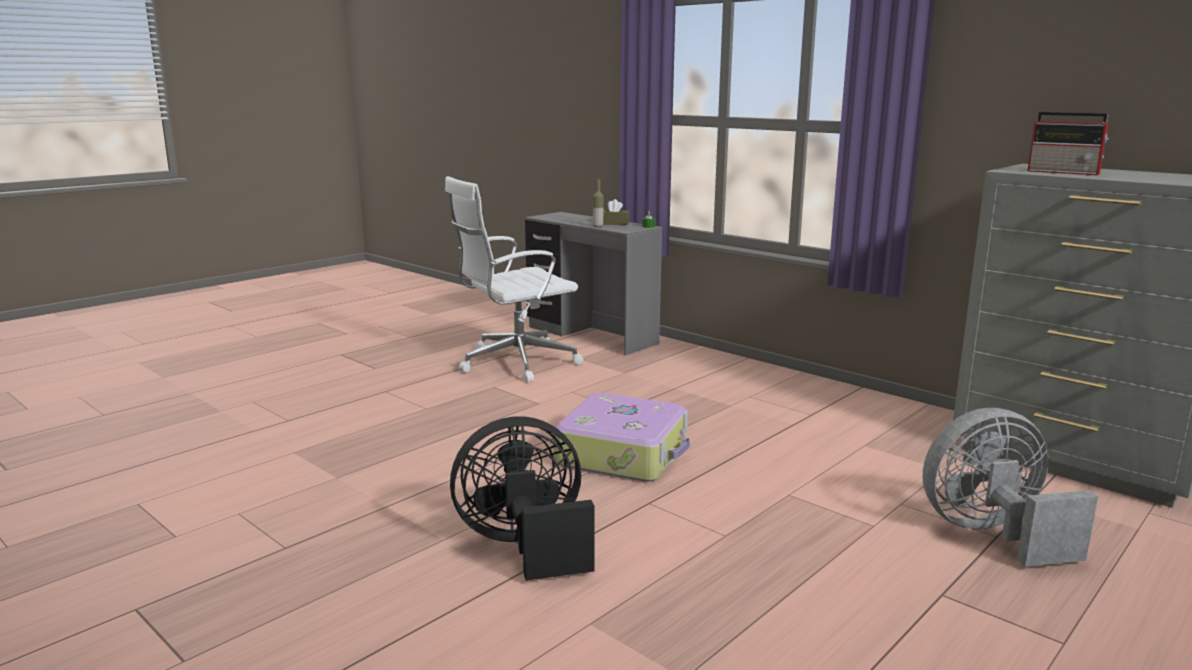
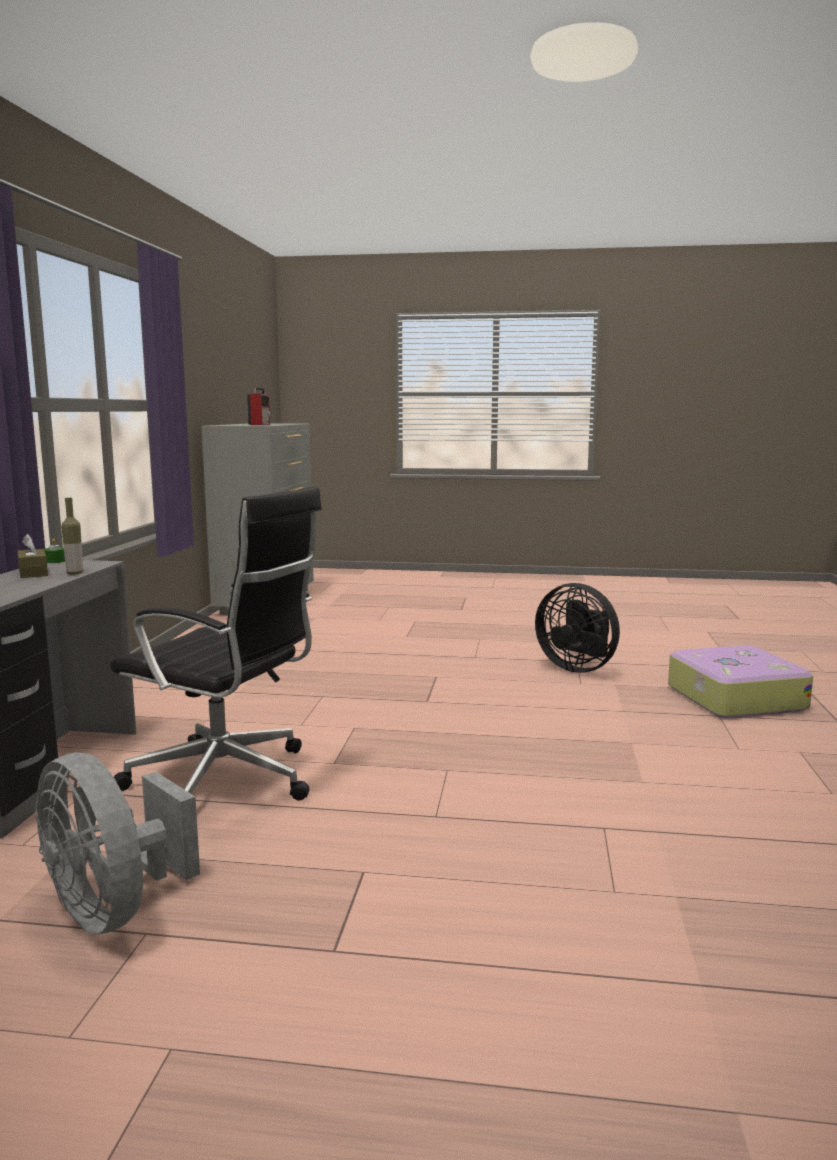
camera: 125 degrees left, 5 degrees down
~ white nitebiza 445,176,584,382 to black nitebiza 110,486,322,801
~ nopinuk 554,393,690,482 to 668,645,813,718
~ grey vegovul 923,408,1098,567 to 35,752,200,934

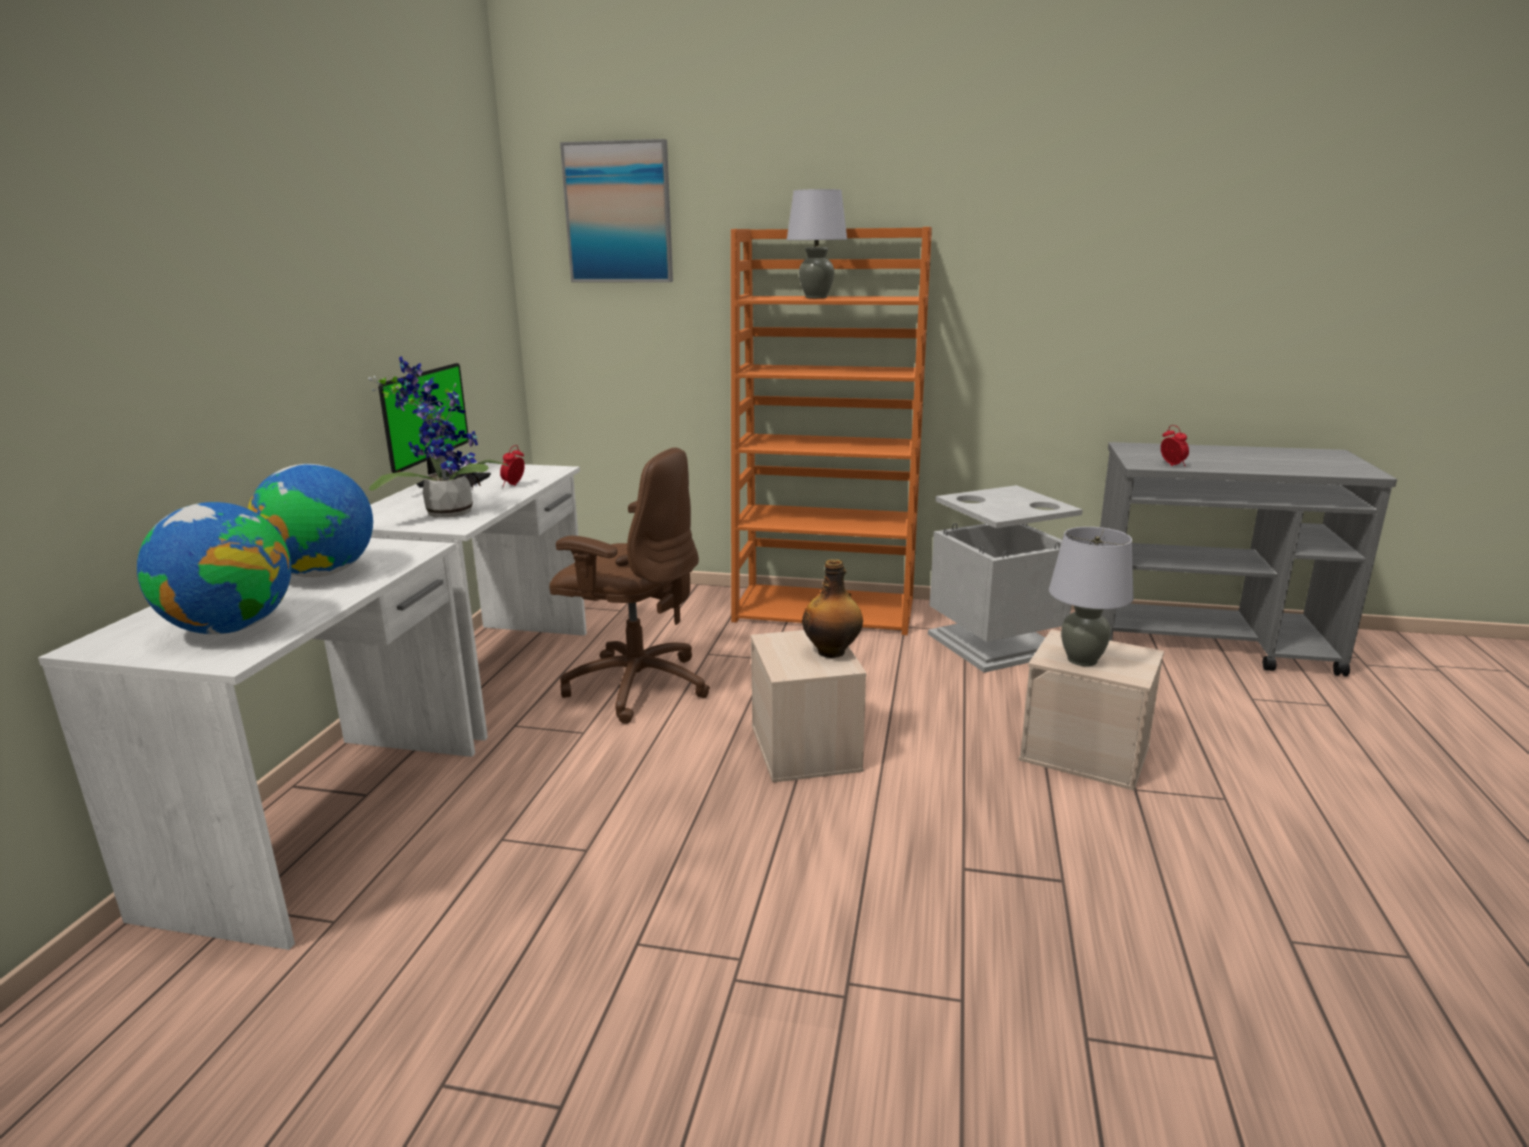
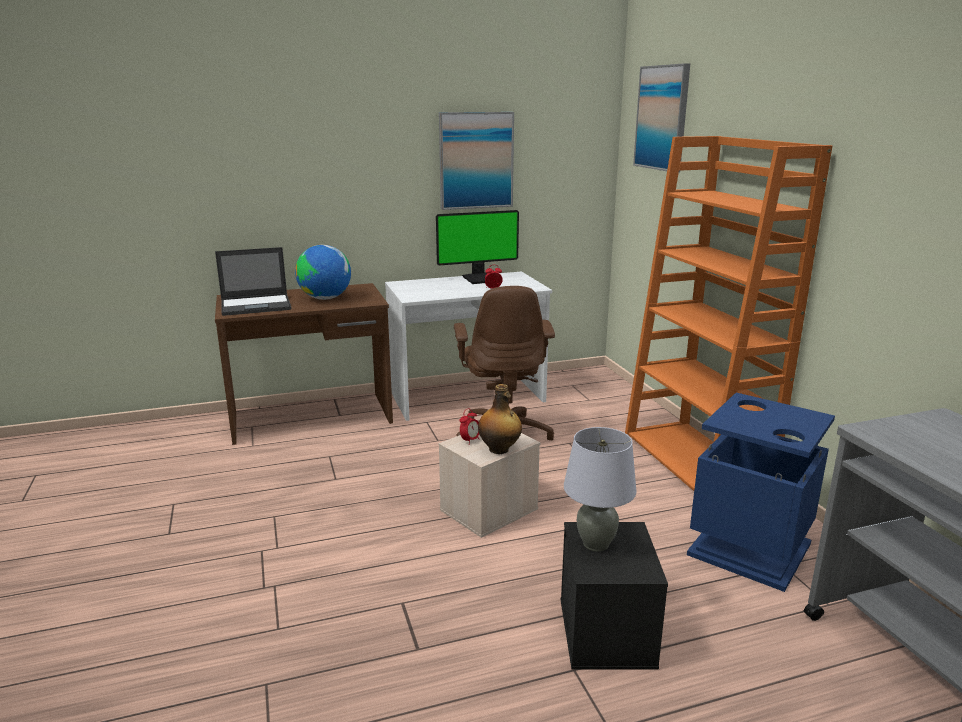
camera: 60 degrees right, 0 degrees up
~ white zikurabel 38,538,475,950 to brown zikurabel 215,283,393,445
~ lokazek 137,502,291,634 to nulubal 215,247,291,316
- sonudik 368,356,508,518
- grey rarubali 787,189,847,298
~ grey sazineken 928,485,1083,673 to blue sazineken 687,393,835,592
~ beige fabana 1019,629,1164,791 to black fabana 561,522,668,669
~ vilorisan 1161,425,1189,466 to 460,409,479,445
+ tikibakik 439,112,514,210

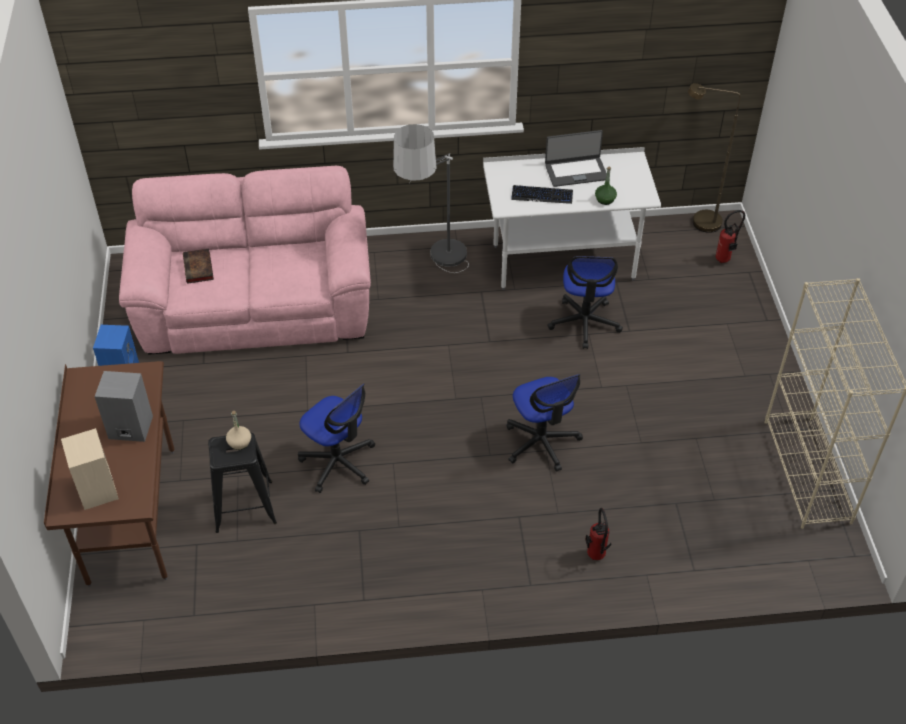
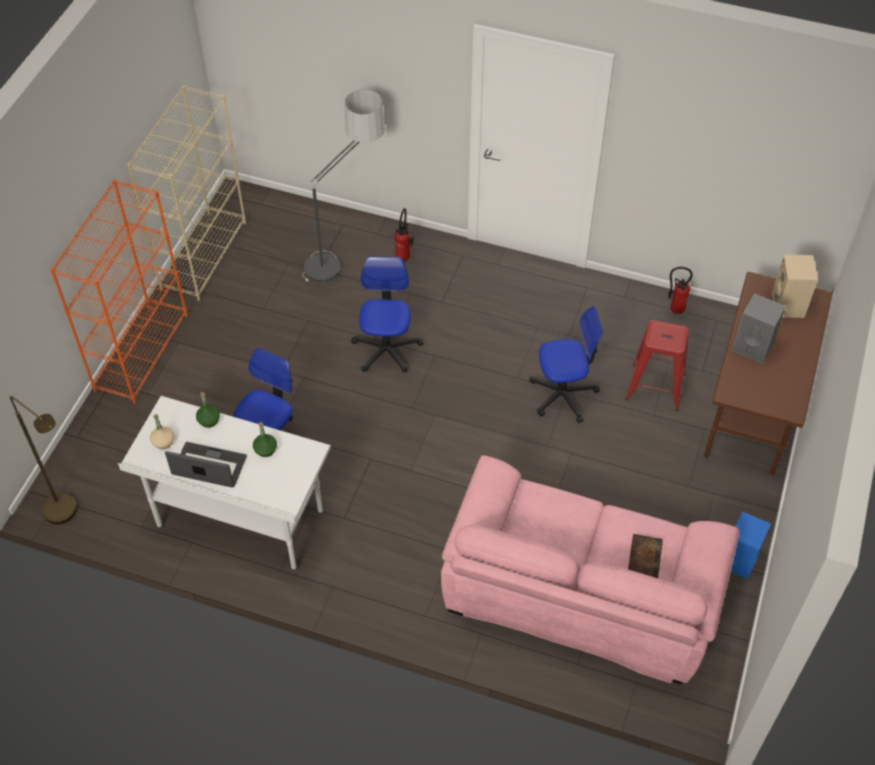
camera: 155 degrees left, 5 degrees up
~ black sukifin 208,432,277,533 to red sukifin 626,320,689,411
~ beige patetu 226,411,251,450 to 150,414,174,449
~ nitebiza 298,384,375,493 = 529,306,603,423 105 degrees clockwise
~ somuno 393,124,469,273 to 303,89,386,283
~ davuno 511,185,573,204 to green patetu 253,422,277,457
~ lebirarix 715,210,745,263 to 668,267,693,314
+ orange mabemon 50,180,188,404

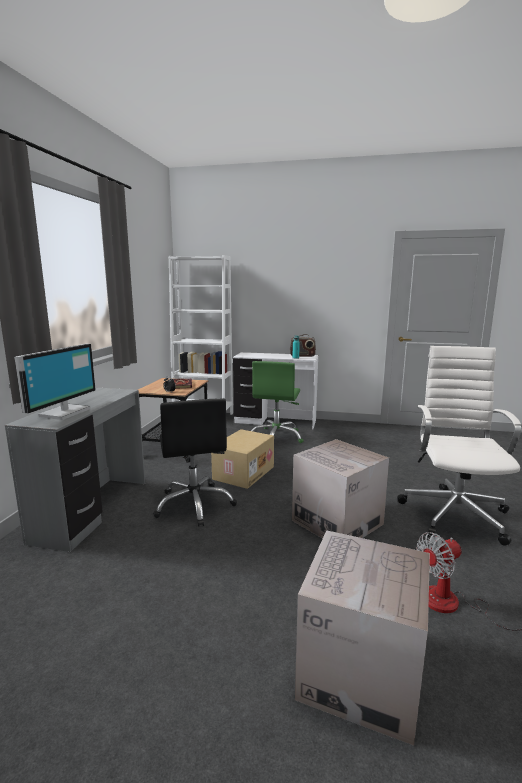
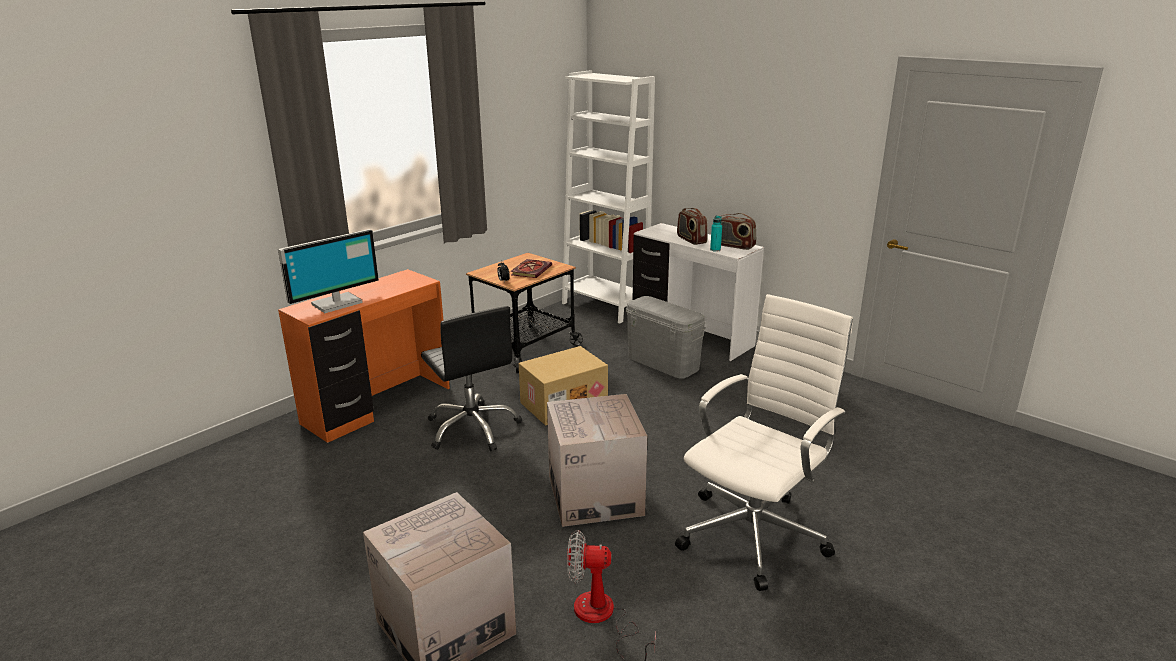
camera: 30 degrees right, 10 degrees up
~ grey zikurabel 5,388,145,552 to orange zikurabel 278,269,450,443
~ black nitebiza 153,398,237,527 = 421,306,522,451 45 degrees counterclockwise
~ green nitebiza 251,361,304,443 to grey fabana 626,296,706,378
+ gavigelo 677,208,708,245

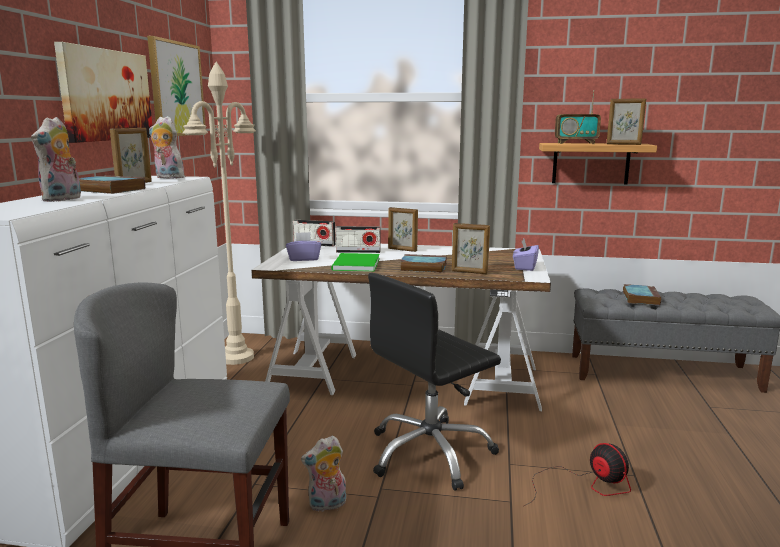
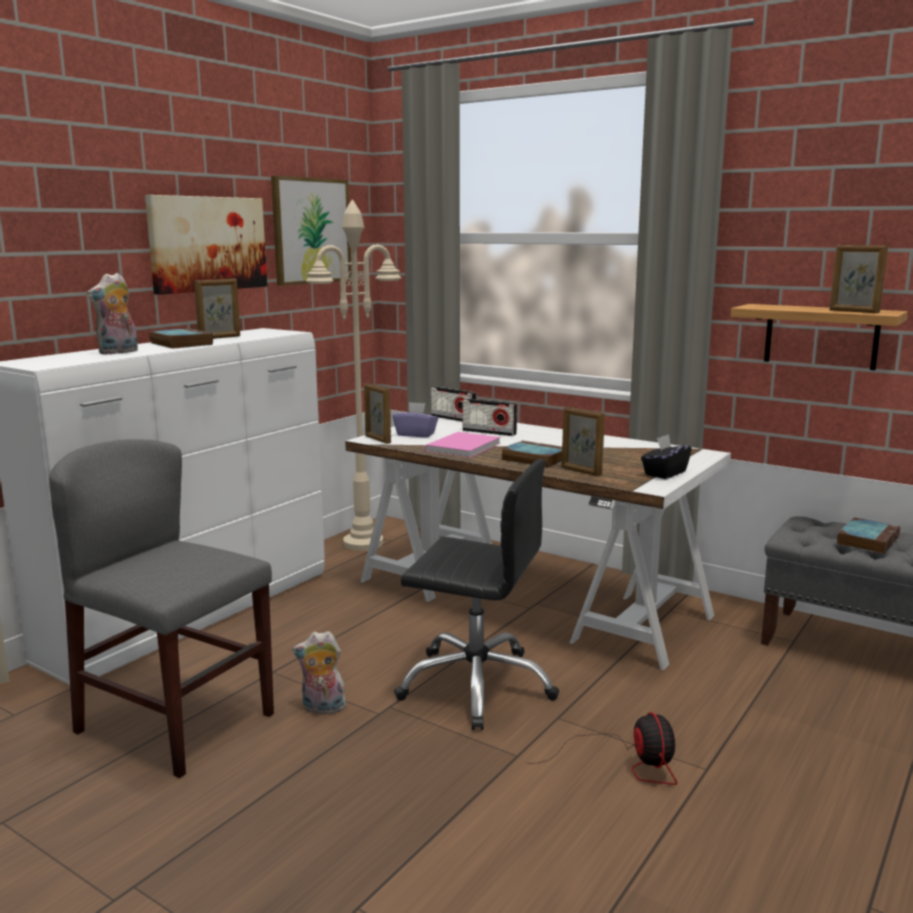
camera: 25 degrees right, 0 degrees up
- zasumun 149,116,185,179
~ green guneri 331,253,380,272 to pink guneri 425,432,500,458
~ black nitebiza 368,273,501,491 = 394,459,559,730 150 degrees counterclockwise
~ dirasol 388,207,418,252 to 364,383,391,444
~ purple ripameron 513,239,539,271 to black ripameron 641,434,692,479
- gavigelo 555,90,601,144

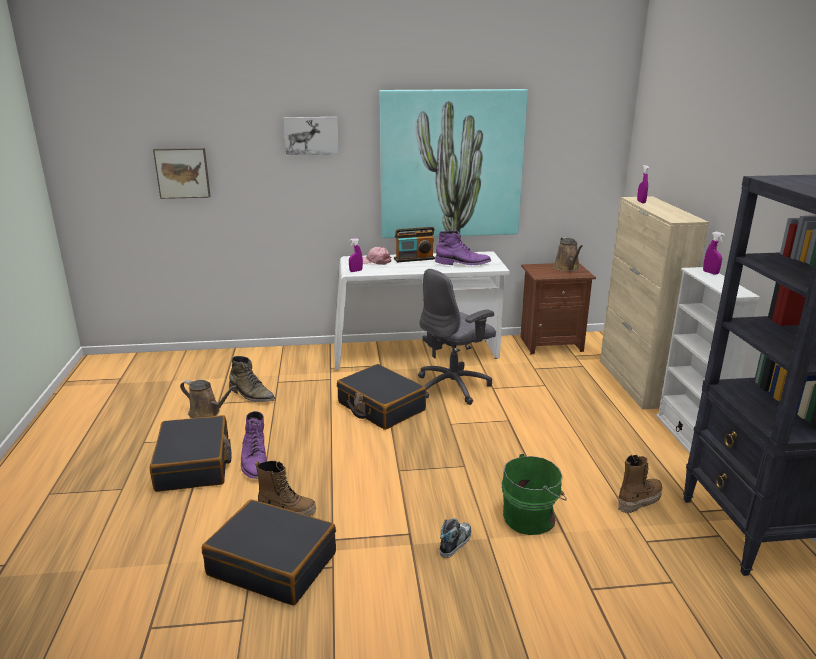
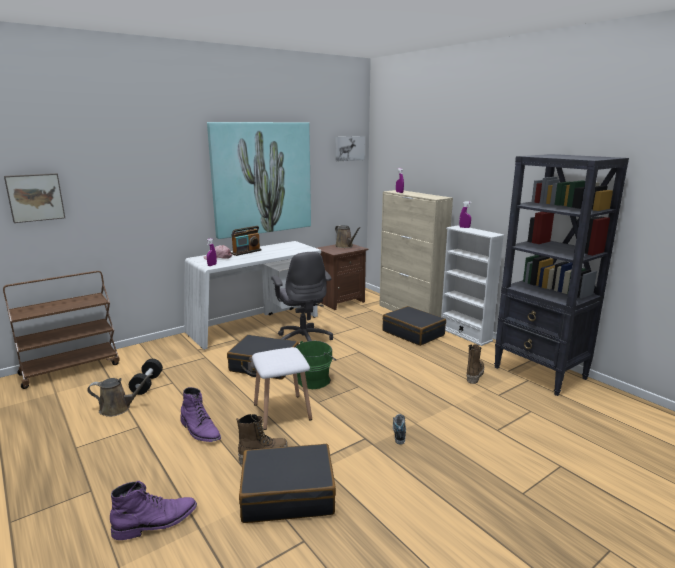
camera: 30 degrees left, 5 degrees down
~ black nopinuk 150,415,232,492 to 382,306,446,346
~ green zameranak 229,356,275,402 to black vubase 129,359,163,395
~ tikibakik 284,117,339,155 to 336,136,365,161
~ grey nitebiza 418,269,496,405 = 271,252,333,341 45 degrees counterclockwise
~ purple zameranak 435,230,491,265 to 110,481,197,540
~ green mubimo 502,454,567,535 to 295,341,336,389
+ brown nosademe 3,271,120,389
+ white sukifin 252,347,312,430

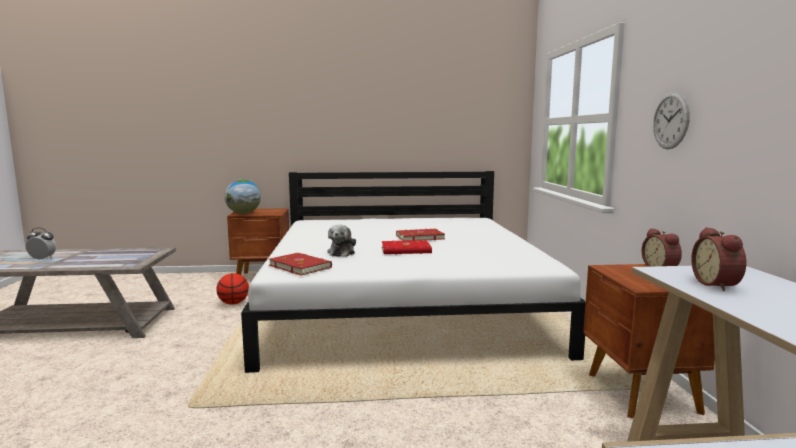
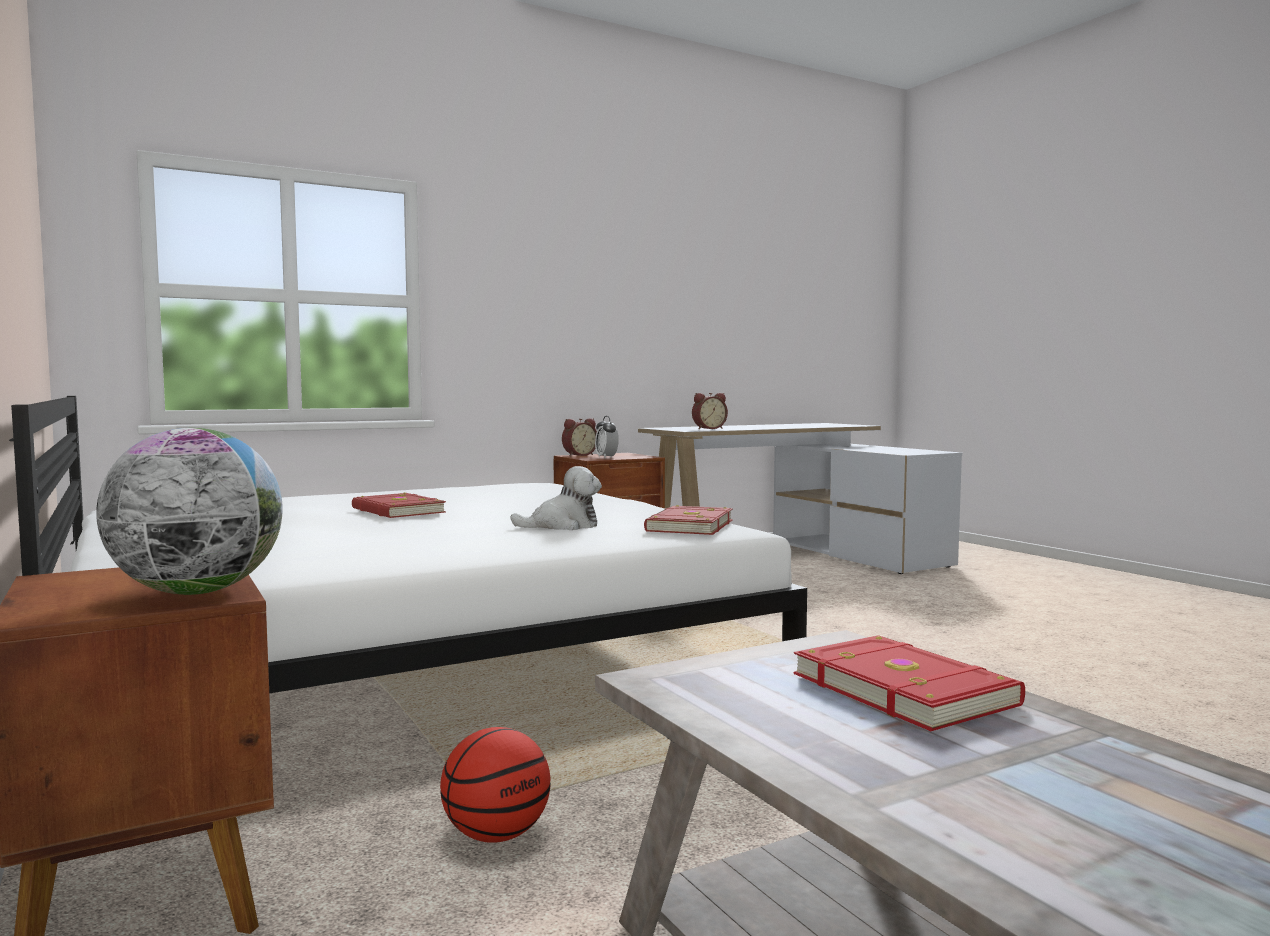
camera: 115 degrees left, 5 degrees down
~ vilorisan 26,228,56,260 to 595,416,619,459
~ red guneri 382,240,432,254 to 793,635,1025,731
- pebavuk 653,92,690,149

